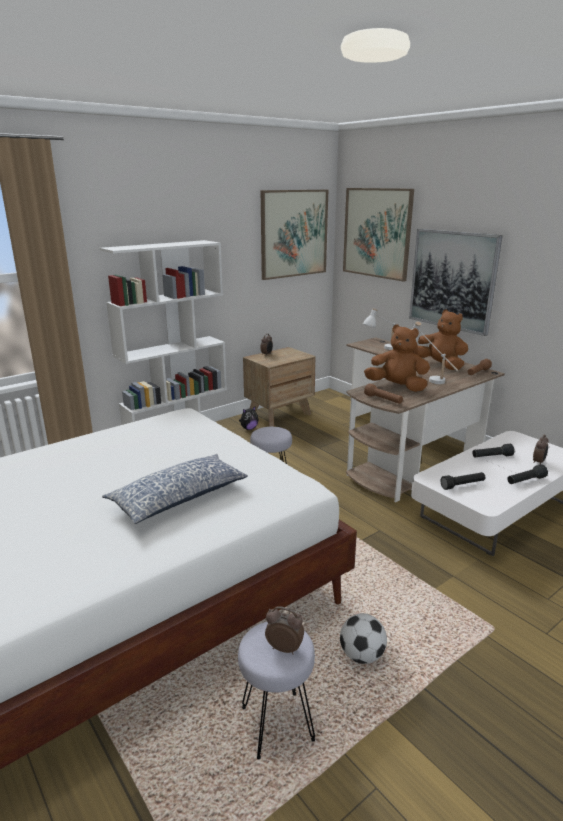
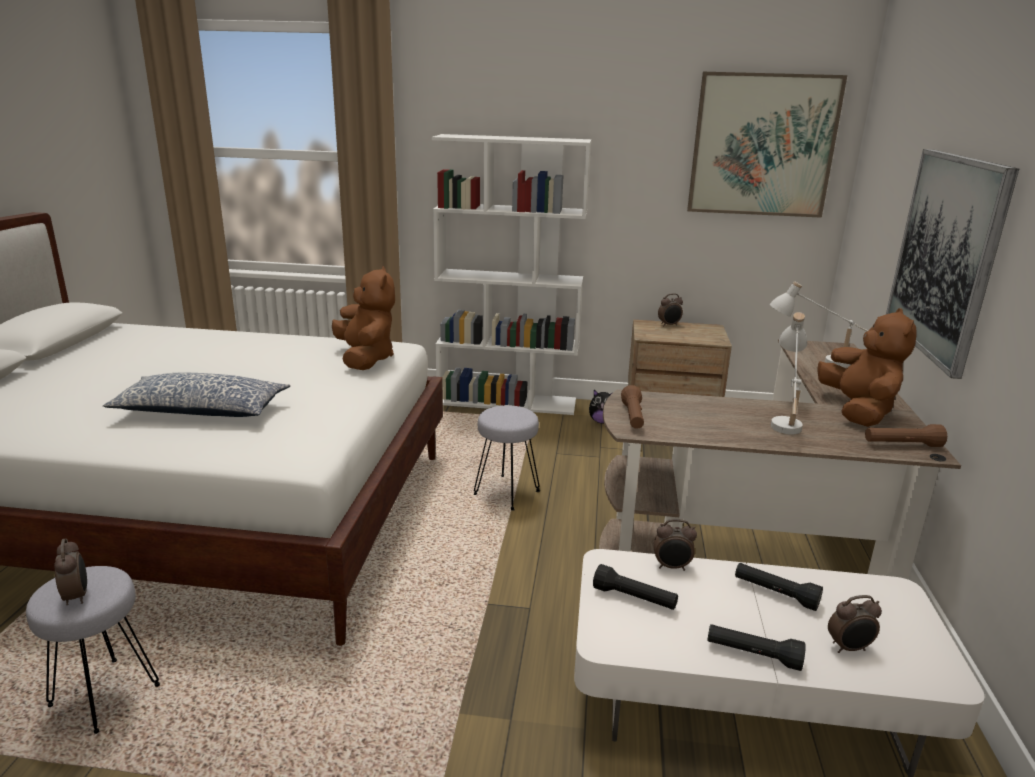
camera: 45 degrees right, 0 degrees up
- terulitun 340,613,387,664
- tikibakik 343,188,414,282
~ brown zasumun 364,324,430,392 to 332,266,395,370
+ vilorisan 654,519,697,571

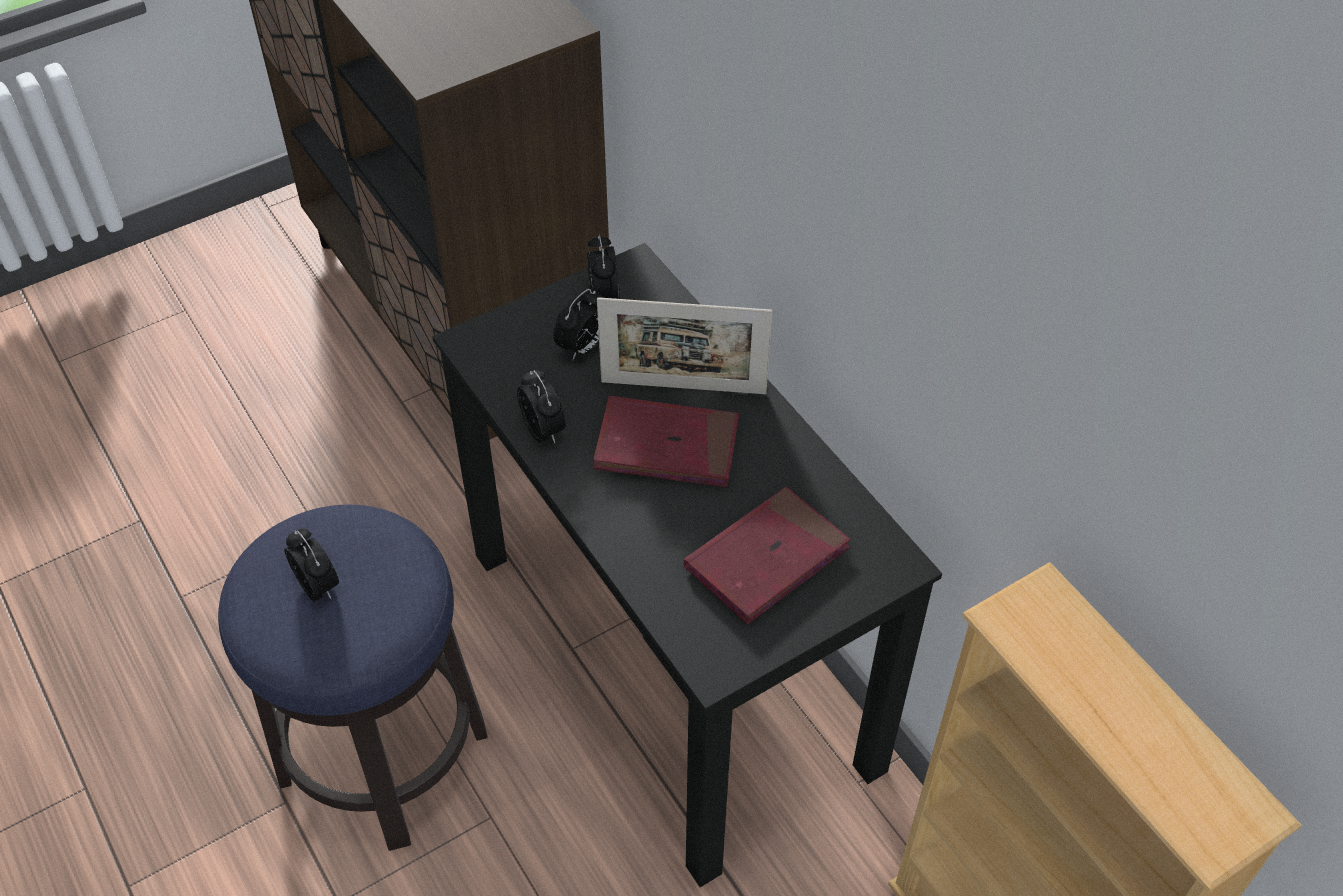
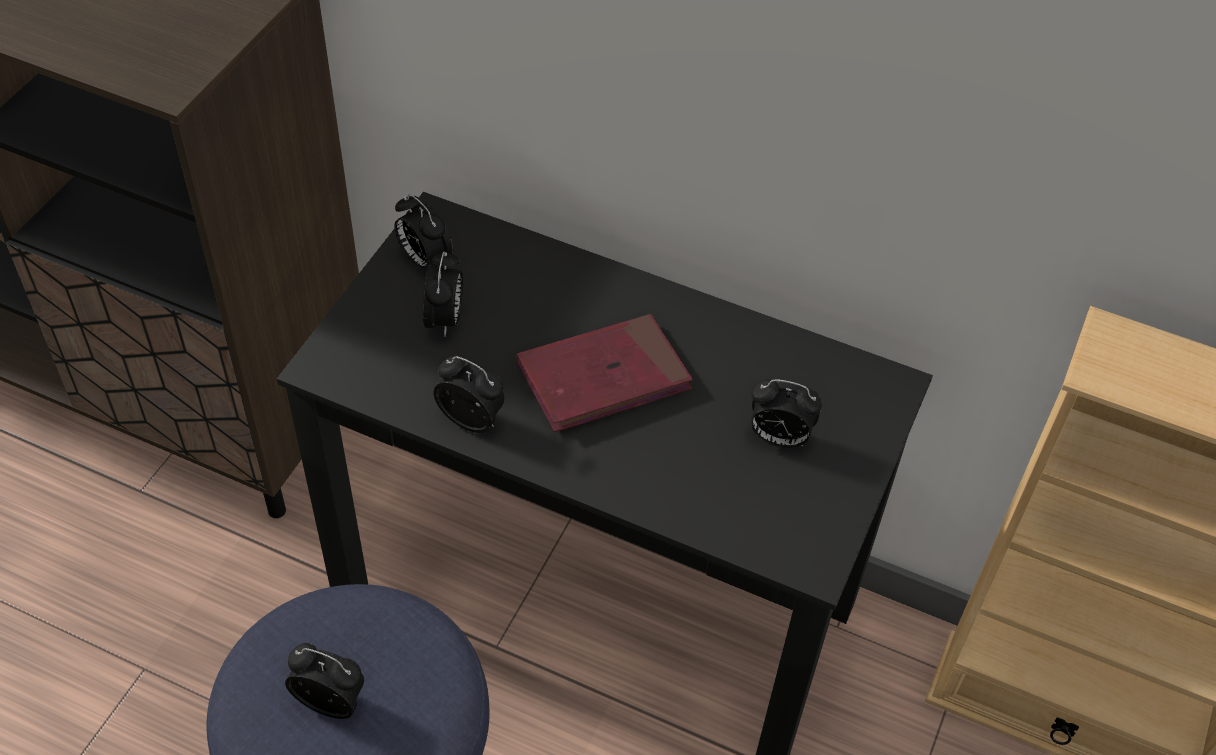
camera: 35 degrees left, 0 degrees up
- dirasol 597,297,773,394
~ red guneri 684,487,851,624 to vilorisan 751,379,822,448

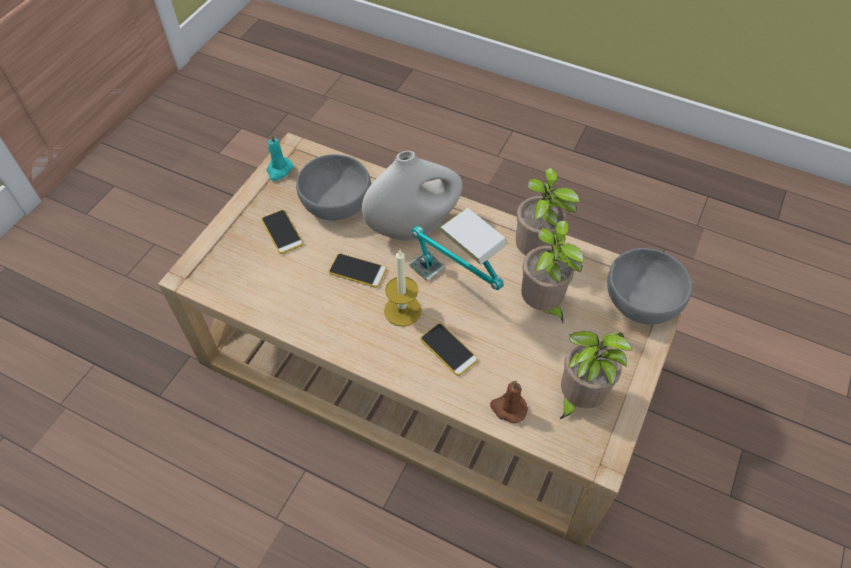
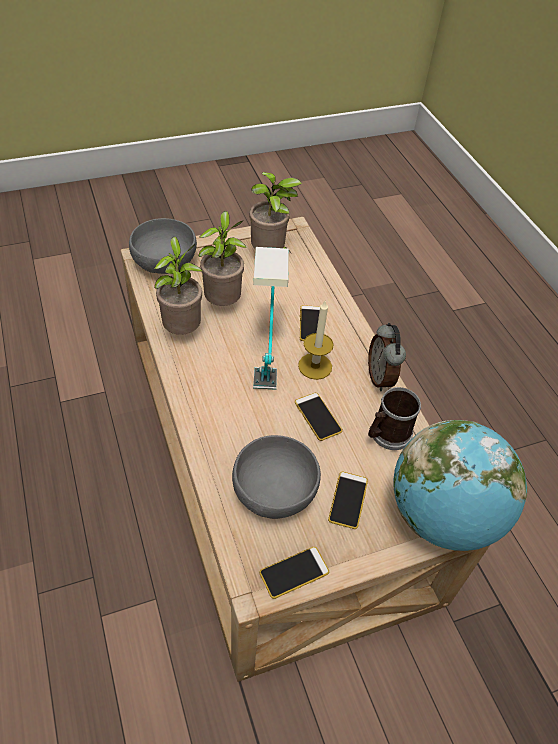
camera: 140 degrees left, 5 degrees down
~ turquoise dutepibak 267,133,293,181 to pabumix 259,547,329,599
- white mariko 362,151,463,241
- brown dutepibak 490,381,528,424
+ vilorisan 368,323,406,391
+ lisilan 368,387,421,450
+ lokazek 393,420,527,551

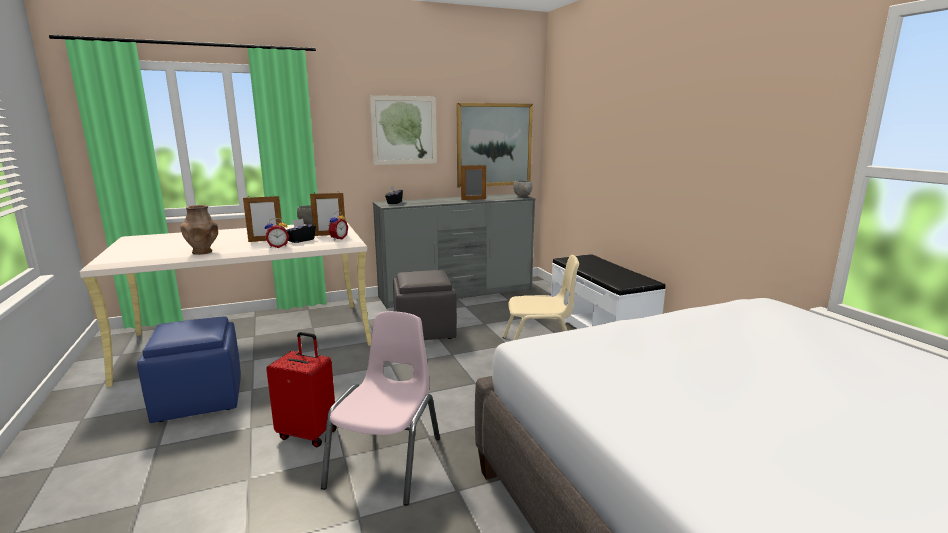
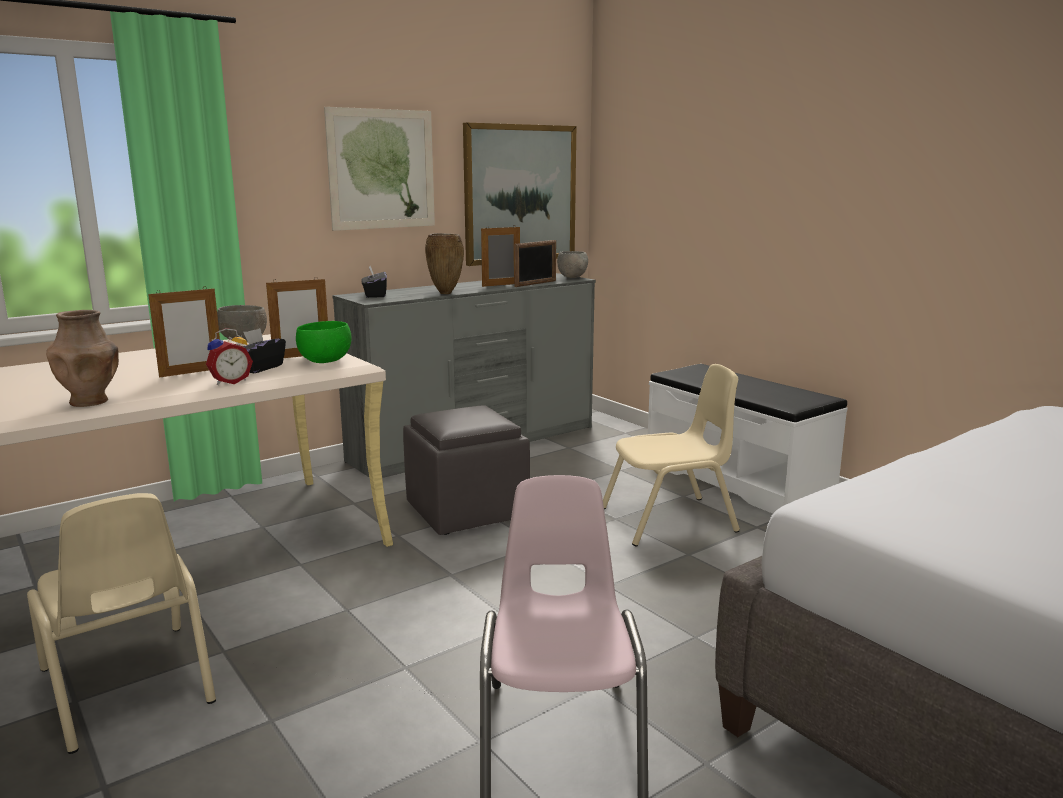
camera: 15 degrees left, 0 degrees up
~ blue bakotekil 137,317,241,423 to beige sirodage 27,493,216,754
- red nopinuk 266,332,337,447
~ vilorisan 328,211,348,240 to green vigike 296,321,351,363
+ brown mariko 425,233,464,294
+ dirasol 514,240,556,287

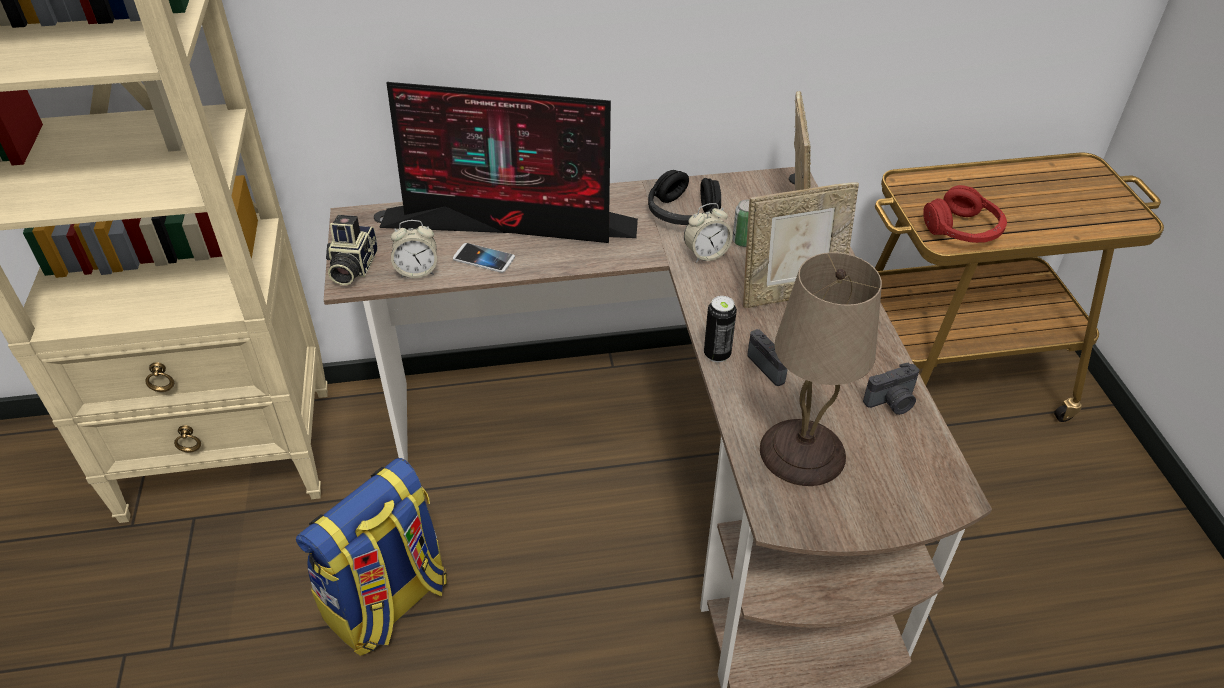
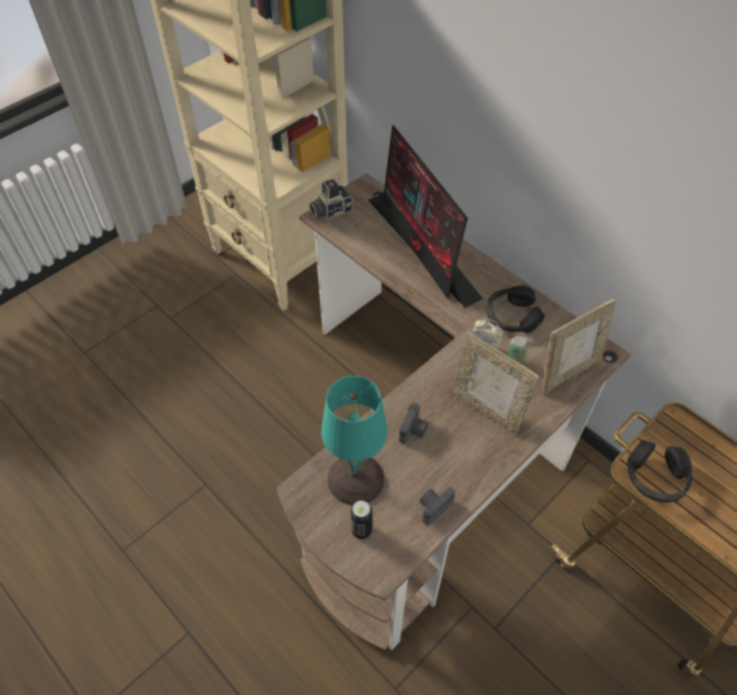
camera: 55 degrees right, 10 degrees up
- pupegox 296,458,447,656
- vilorisan 391,220,437,278
- pabumix 453,243,515,273
~ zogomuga 704,296,737,362 to 350,500,373,539
~ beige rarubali 760,252,882,486 to turquoise rarubali 321,376,388,505
~ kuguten 863,363,920,415 = 419,487,456,526 105 degrees clockwise
~ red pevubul 923,185,1007,243 to black pevubul 627,440,692,503

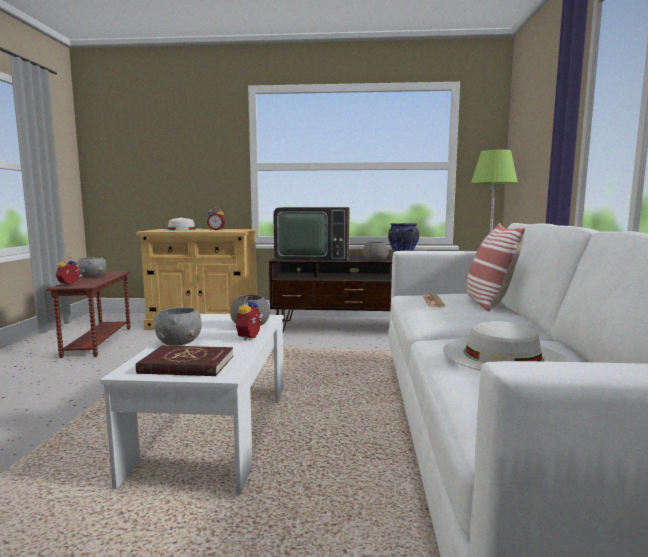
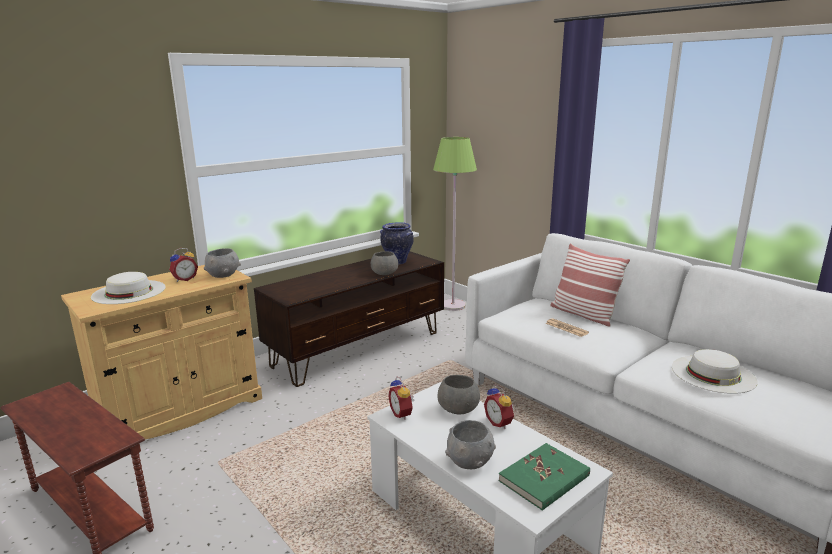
camera: 45 degrees left, 10 degrees up
~ vilorisan 56,256,80,286 to 388,376,414,420
~ grey vigike 77,257,106,277 to 204,248,241,278
~ red guneri 136,345,233,376 to green guneri 499,443,590,511
- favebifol 273,207,349,261

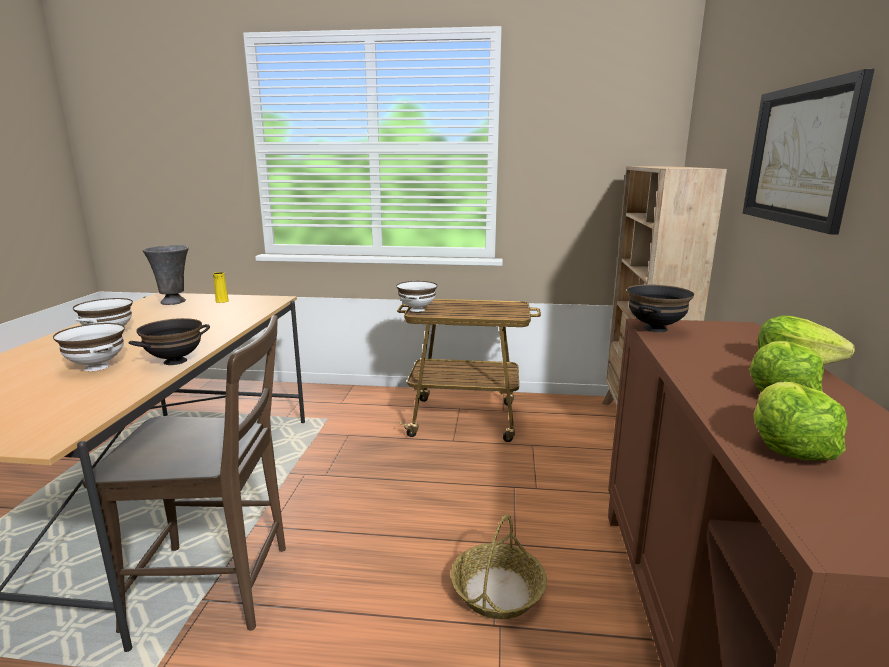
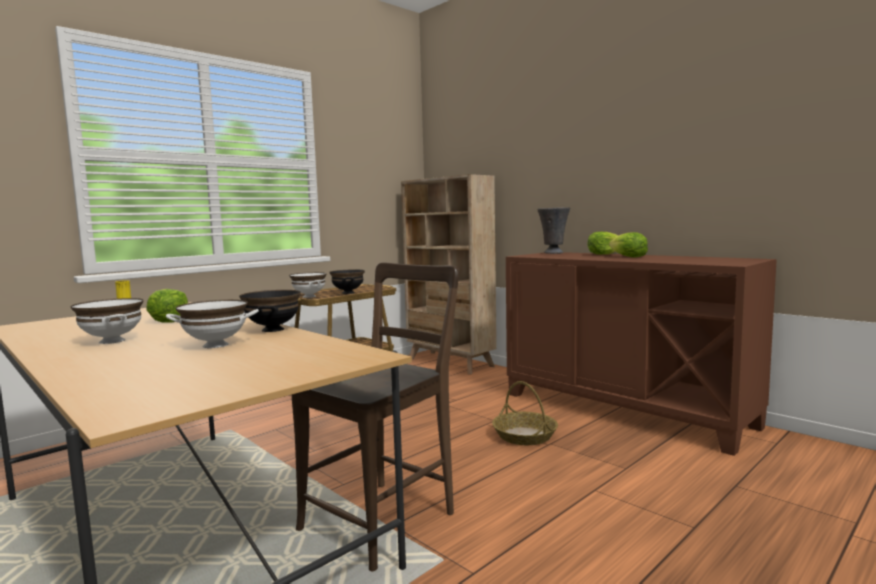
camera: 50 degrees left, 10 degrees down
~ grey mariko 143,245,189,305 to 538,207,570,254
~ black vigike 627,284,694,332 to 329,269,365,294
- tikibakik 743,69,875,234
~ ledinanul 754,382,848,461 to 146,289,188,323

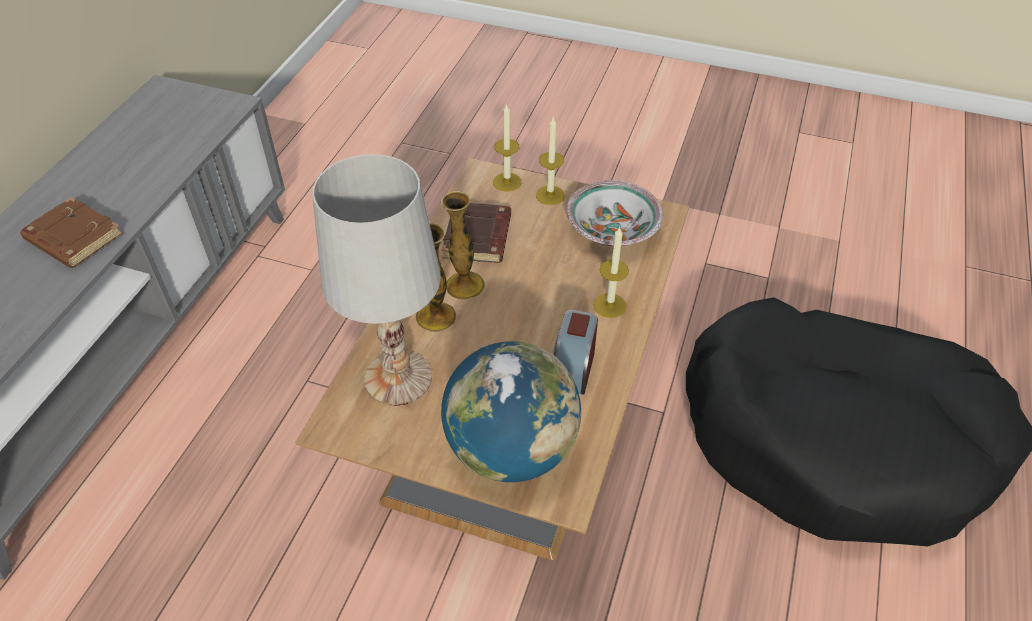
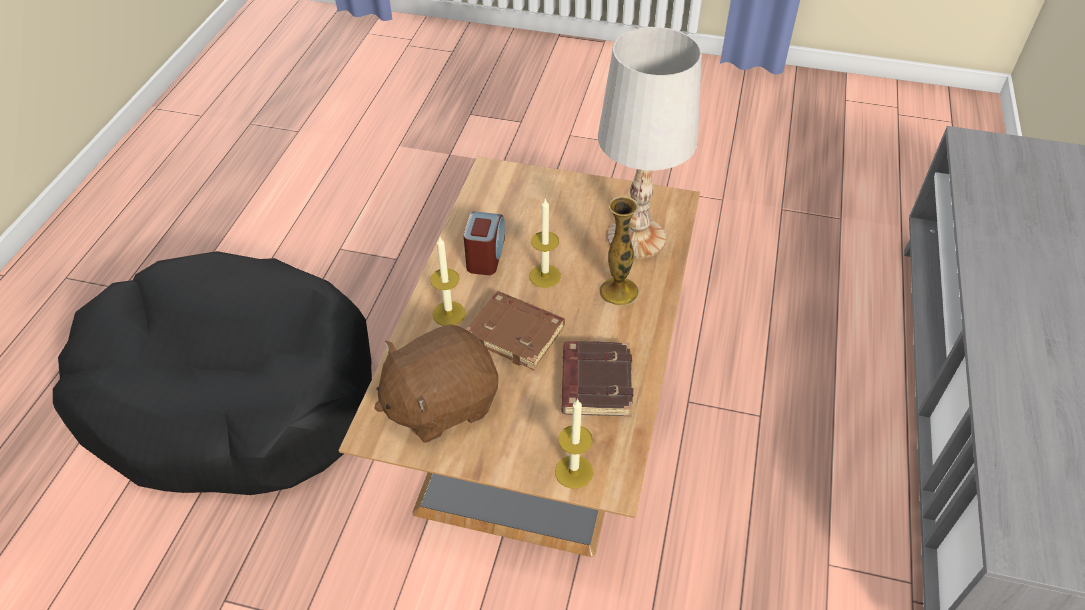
camera: 175 degrees right, 0 degrees up
~ brown guneri 20,197,123,268 to 466,291,565,370
- mariko 441,191,485,300
- lokazek 441,341,581,482
~ dutepibak 536,118,565,205 to 529,198,561,288
~ vigike 566,180,663,246 to brown zasumun 374,324,498,443

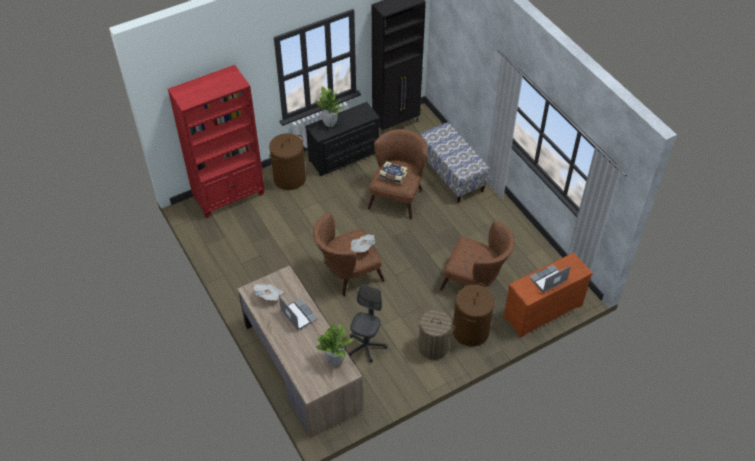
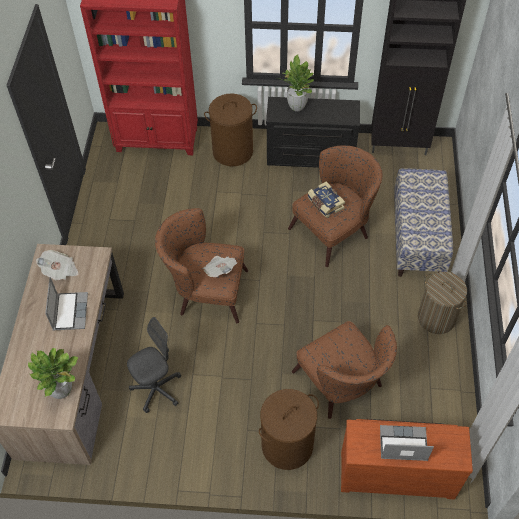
camera: 35 degrees right, 5 degrees up
~ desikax 416,310,455,360 to 418,272,467,334

